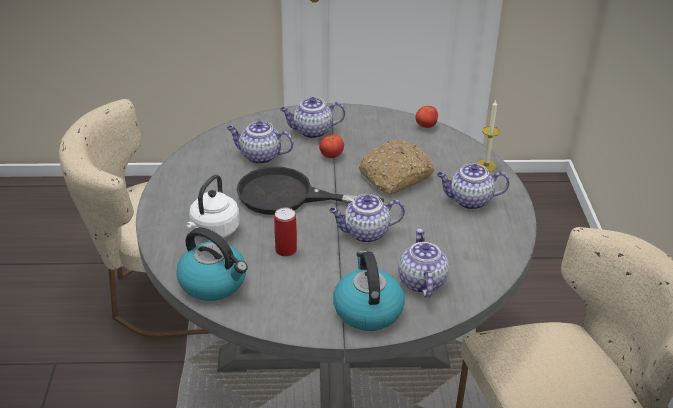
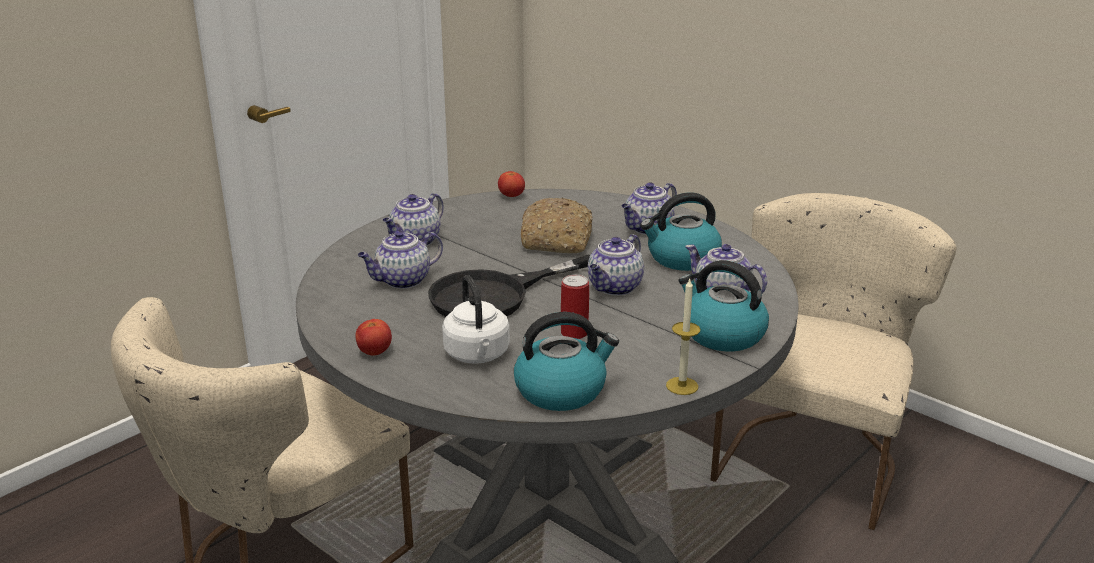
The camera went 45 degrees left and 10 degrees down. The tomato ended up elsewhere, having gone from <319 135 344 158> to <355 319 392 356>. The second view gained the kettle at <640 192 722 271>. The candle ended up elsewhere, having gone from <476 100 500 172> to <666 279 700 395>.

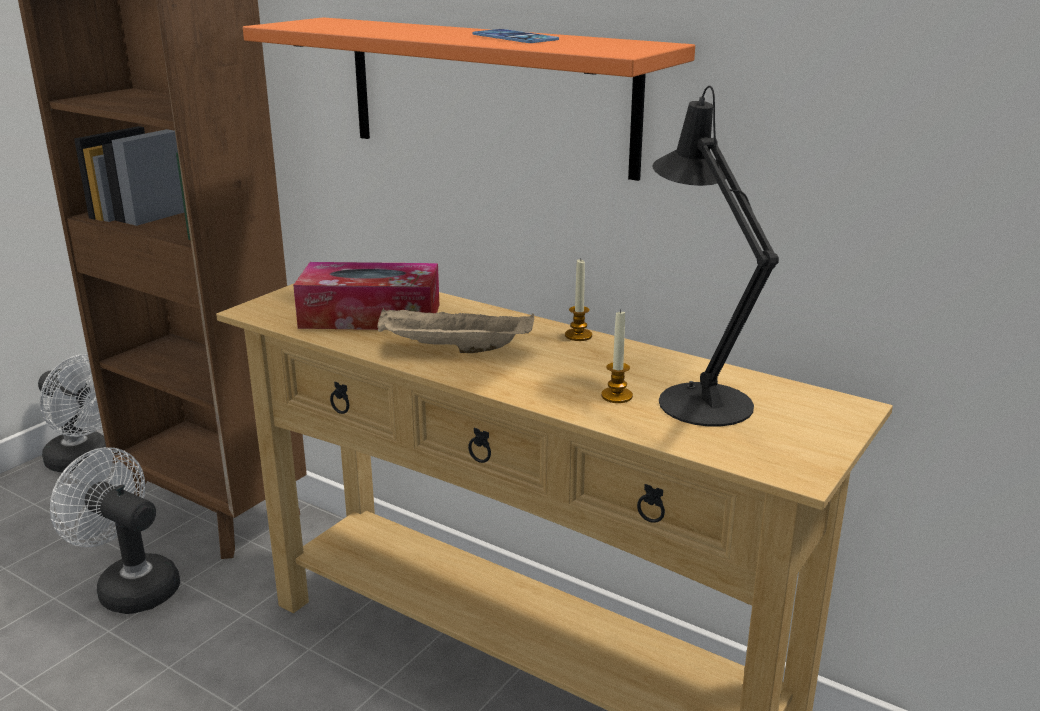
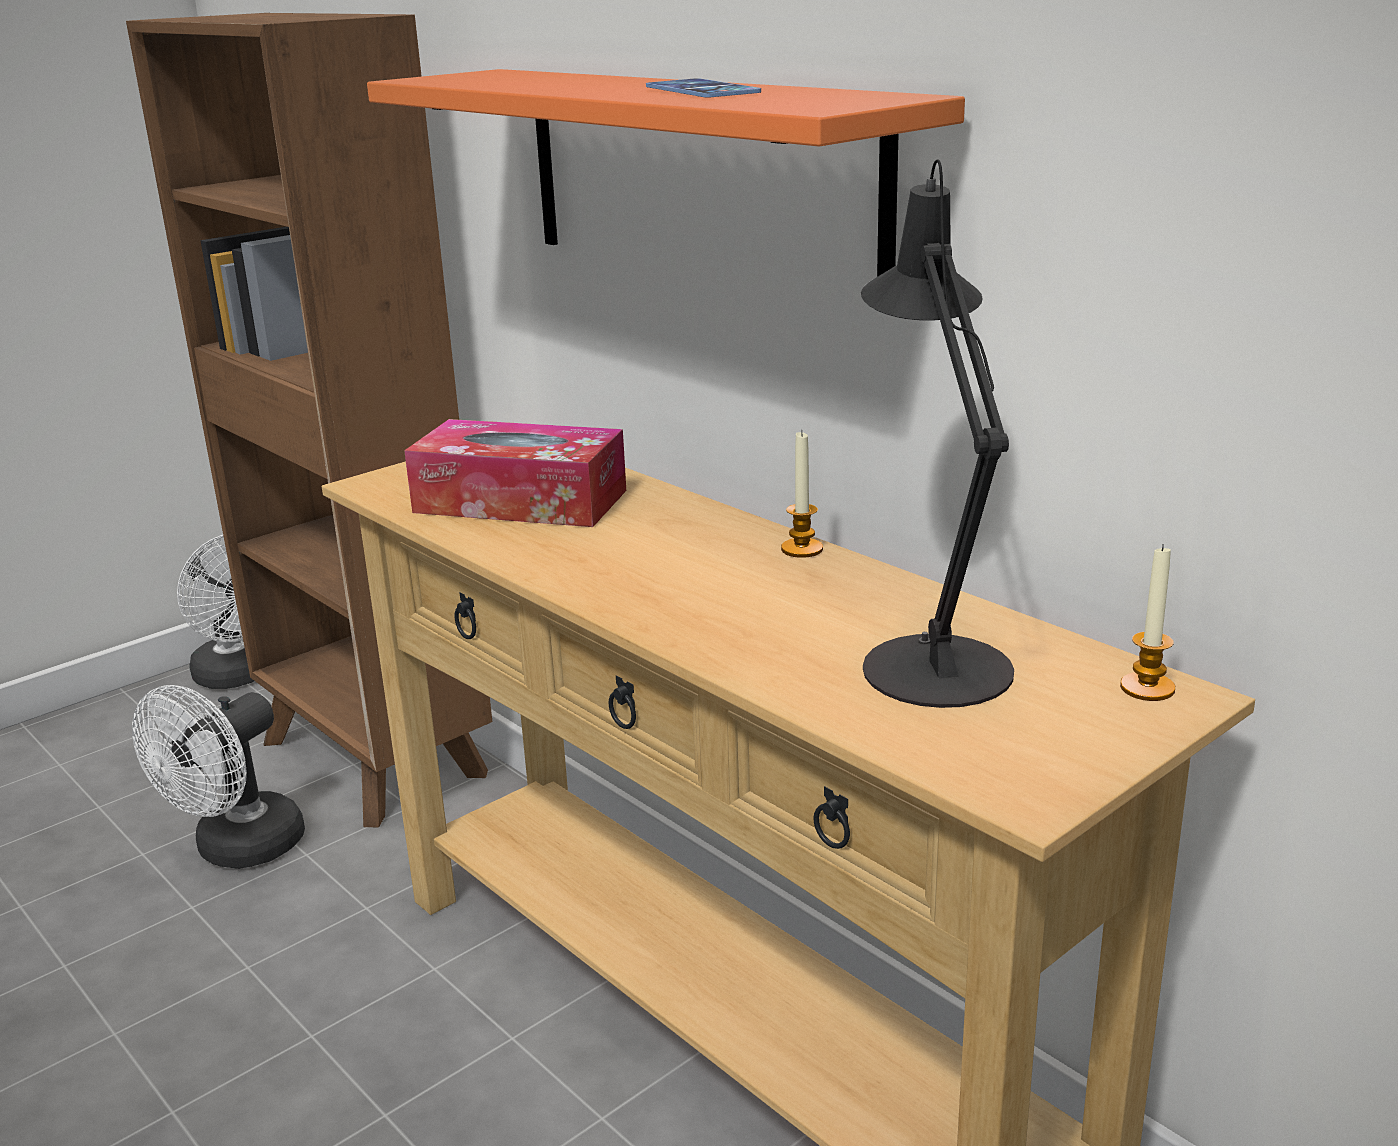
The camera went 15 degrees right and 0 degrees up. The white fan at <50 447 180 614> ended up facing another way, 105 degrees counterclockwise from before. The candle ended up elsewhere, having gone from <601 309 633 403> to <1120 544 1175 701>. The second view lost the beige tray at <377 308 534 353>.

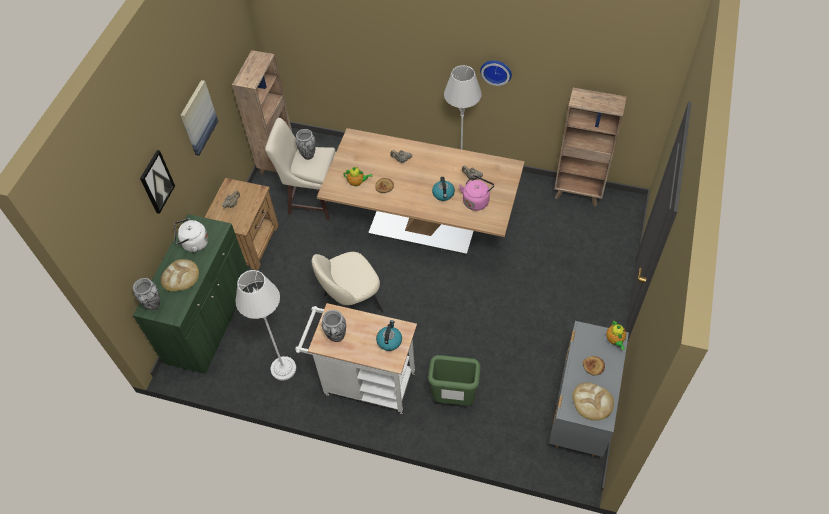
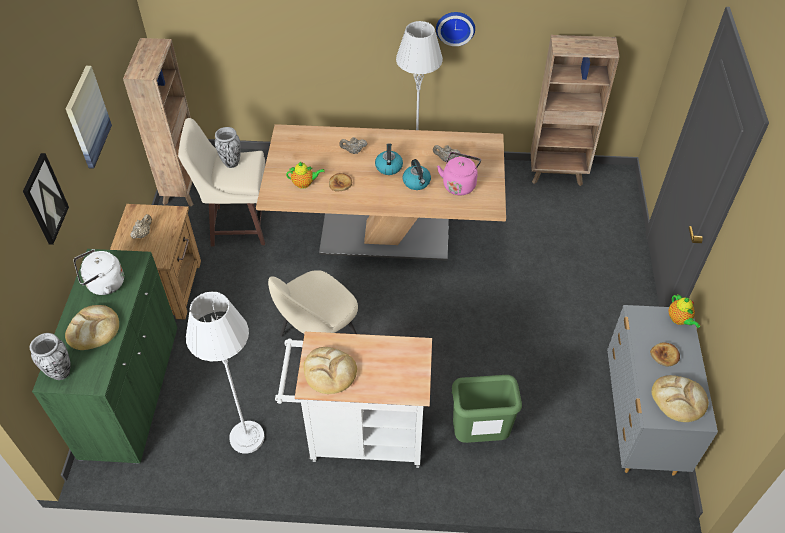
The camera went 15 degrees left and 5 degrees down. Where the vase stood at <322 310 346 342>, the bread came to stand at <304 347 357 394>. The kettle ended up elsewhere, having gone from <376 320 402 351> to <375 143 403 175>.

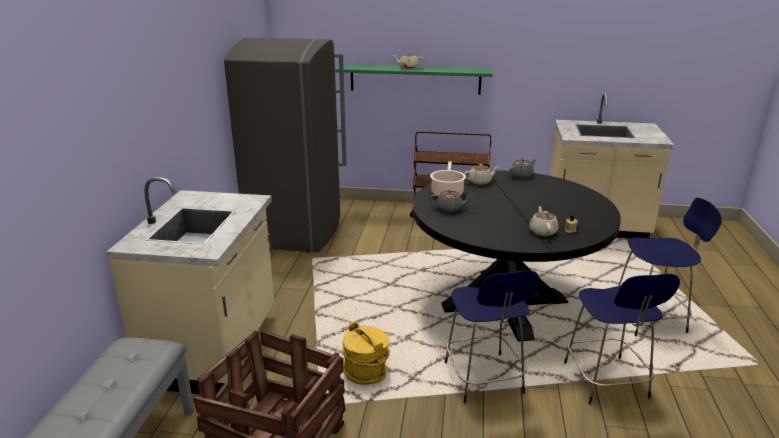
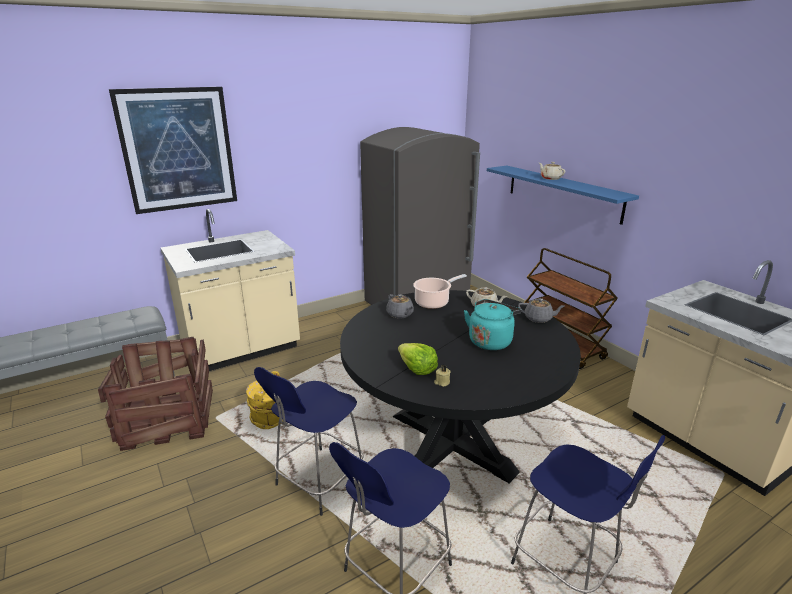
The camera went 50 degrees right and 0 degrees up. The second view gained the picture at <109 87 237 214>. Where the beige teapot stood at <529 206 558 236>, the lettuce came to stand at <398 343 438 375>. The second view gained the turquoise kettle at <464 299 522 350>. What was the green shelf at <335 64 492 95> turned into the blue shelf at <487 166 639 225>.

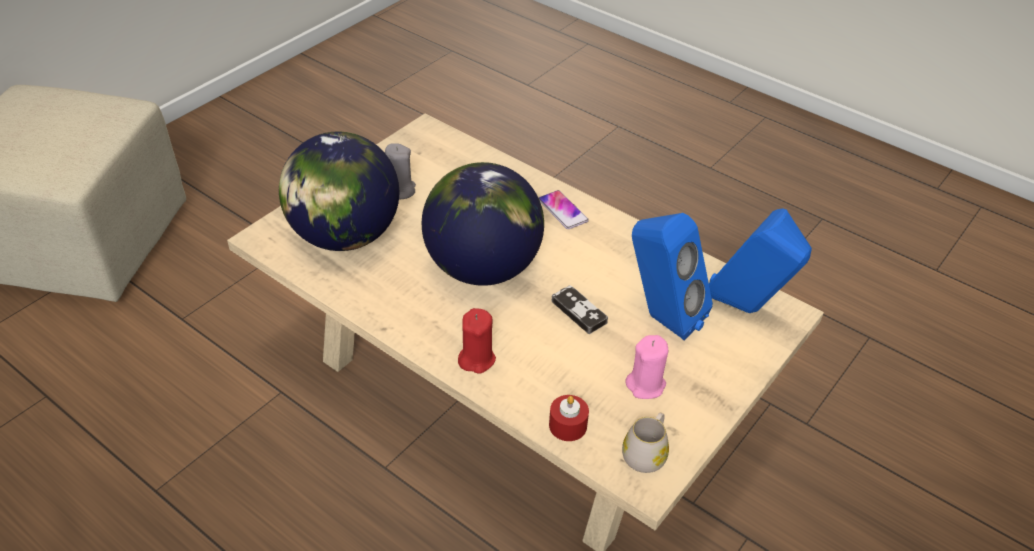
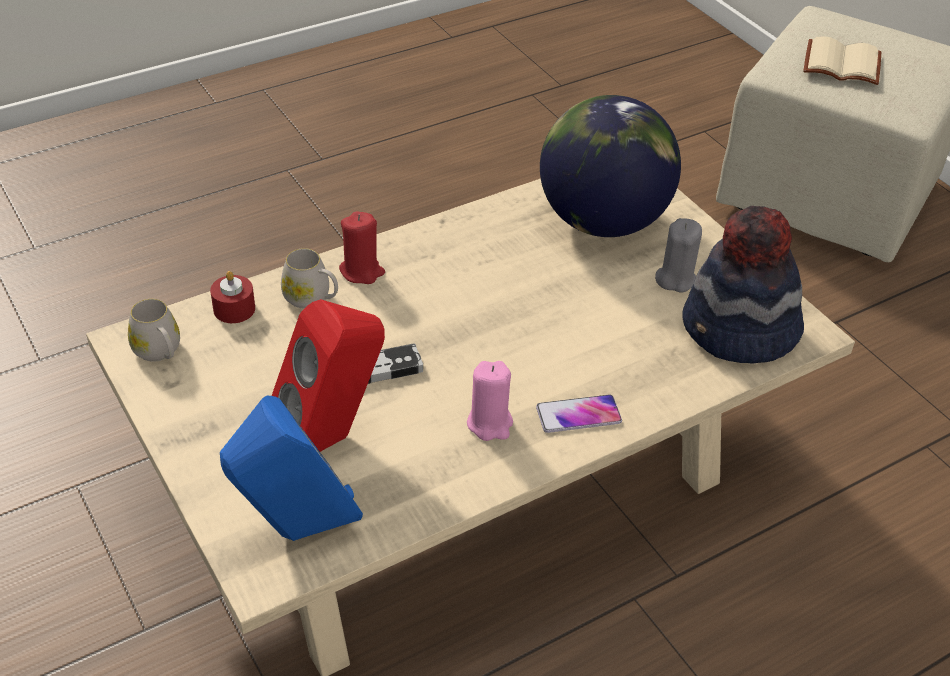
The camera went 110 degrees right and 0 degrees up. What was the blue speaker at <632 213 713 341> turned into the red speaker at <272 299 385 452>. The second view gained the white mug at <281 248 338 308>. The pink candle ended up elsewhere, having gone from <625 335 668 399> to <467 361 513 441>. The second view gained the hat at <682 206 804 364>. The second view gained the beige book at <803 37 881 85>. The second view lost the globe at <422 162 544 286>.

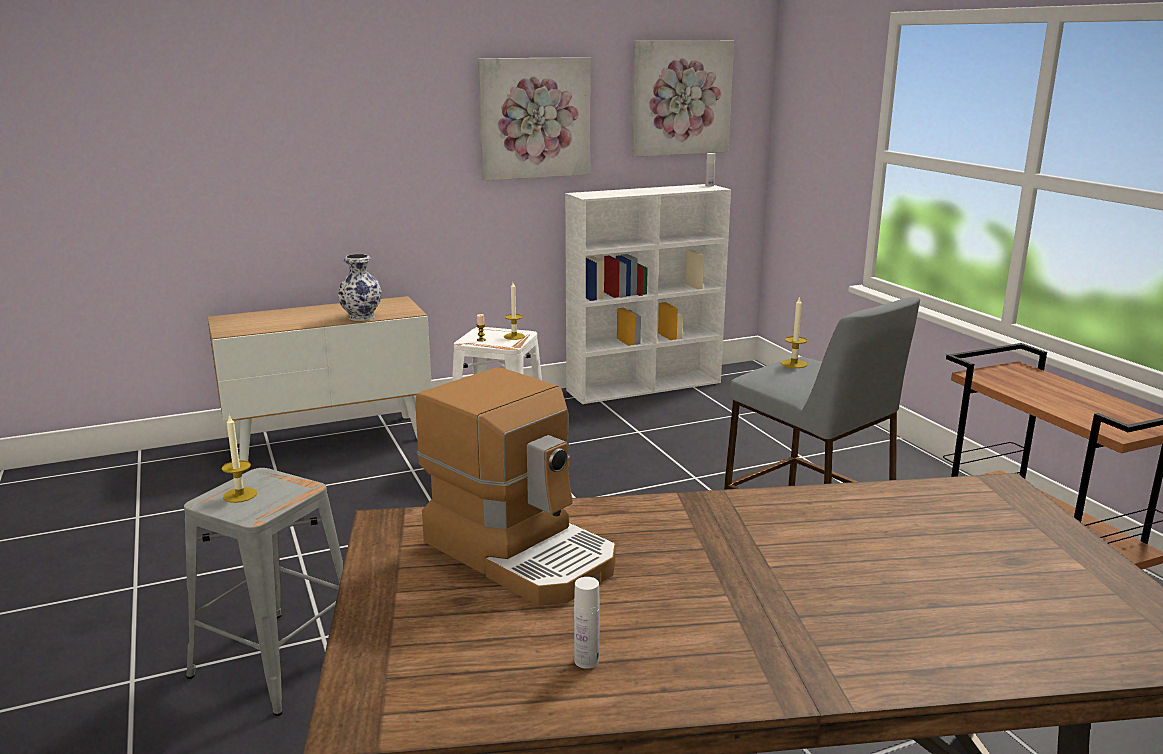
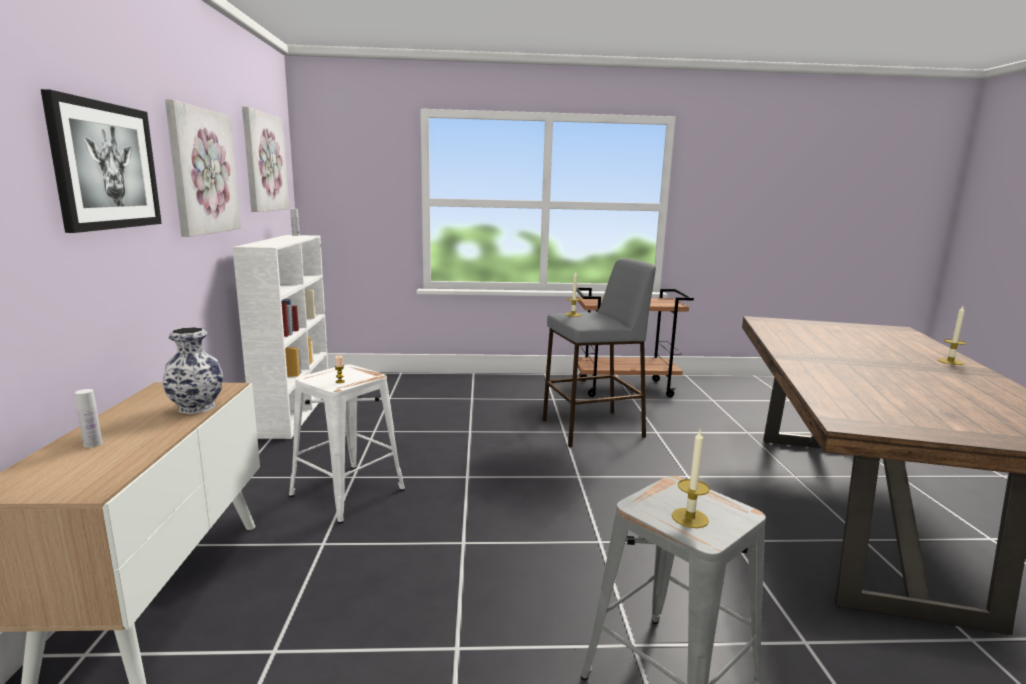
The camera went 70 degrees left and 5 degrees down. The second view gained the picture at <41 89 162 233>. The white bottle ended up elsewhere, having gone from <574 577 600 669> to <75 389 102 448>. The candle ended up elsewhere, having gone from <504 282 525 340> to <937 306 966 365>. The second view lost the coffee machine at <415 367 616 606>.

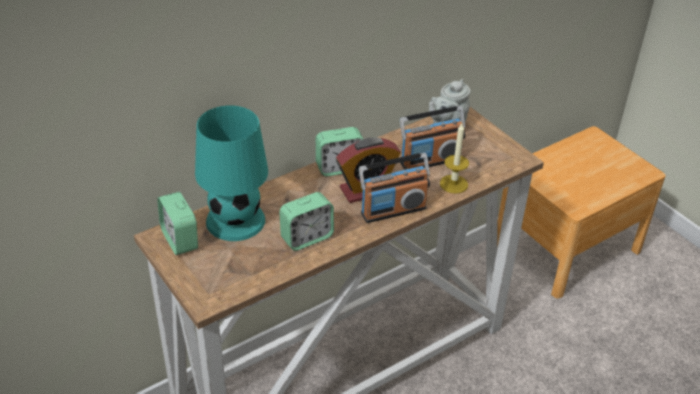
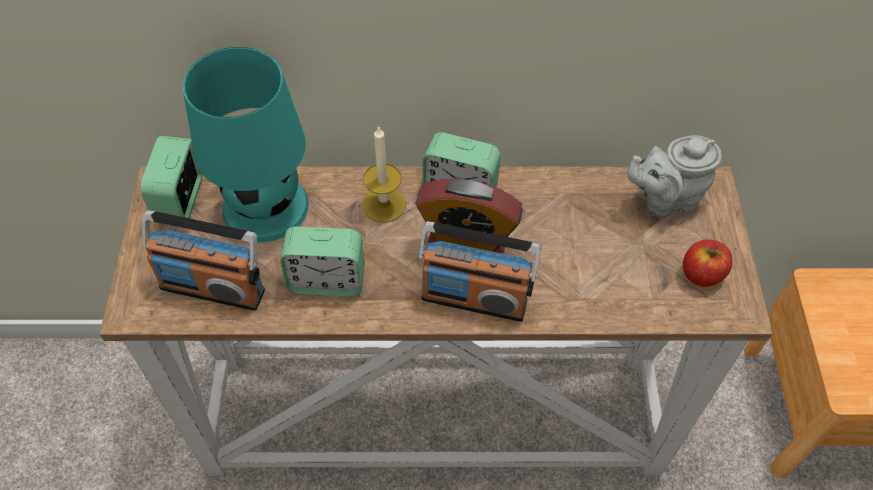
The camera went 35 degrees right and 15 degrees up. The radio ended up elsewhere, having gone from <400 106 465 170> to <142 210 265 311>. The candle ended up elsewhere, having gone from <440 123 469 194> to <363 126 406 223>. The second view gained the apple at <683 240 732 287>.

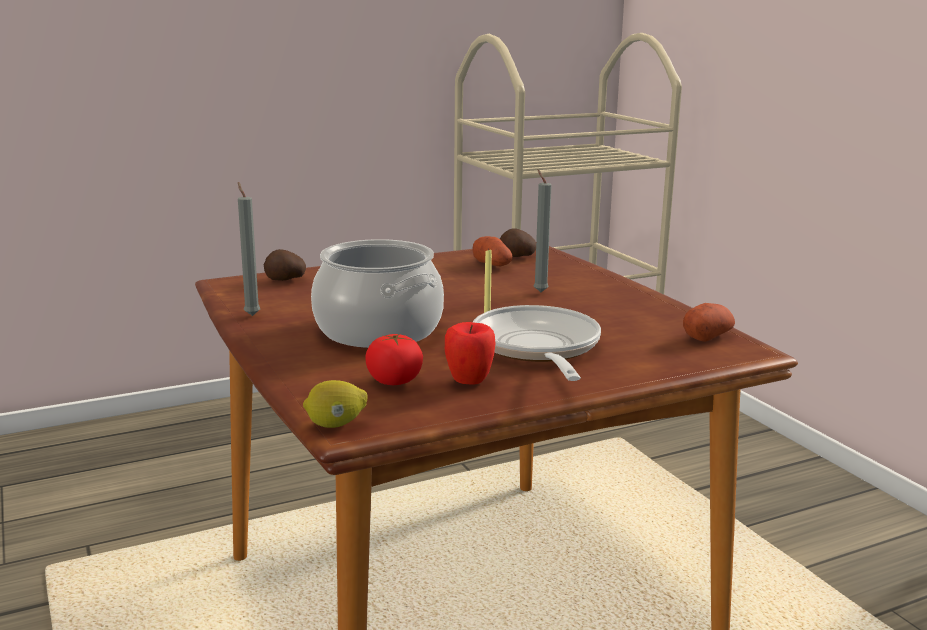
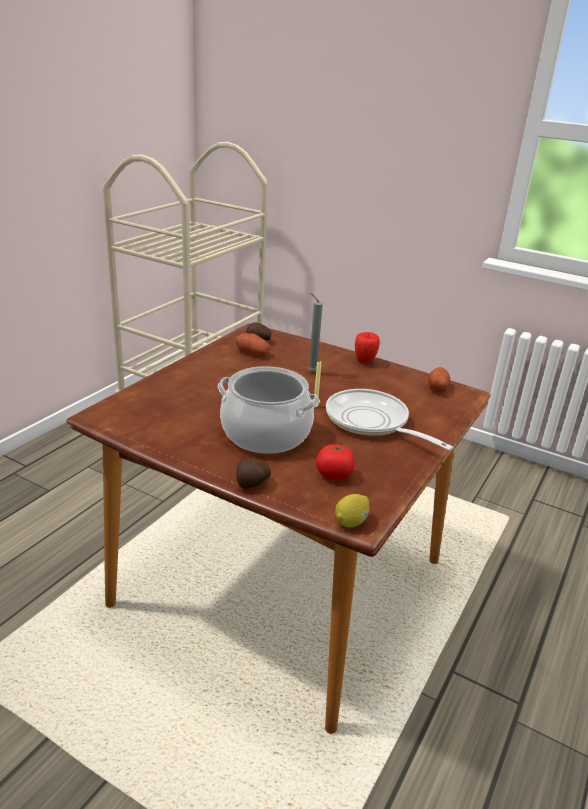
The camera went 35 degrees left and 10 degrees up. The potato ended up elsewhere, having gone from <264 249 306 281> to <236 458 271 489>. The apple ended up elsewhere, having gone from <445 322 495 385> to <355 332 380 363>. The second view lost the grey candle at <238 182 260 316>.

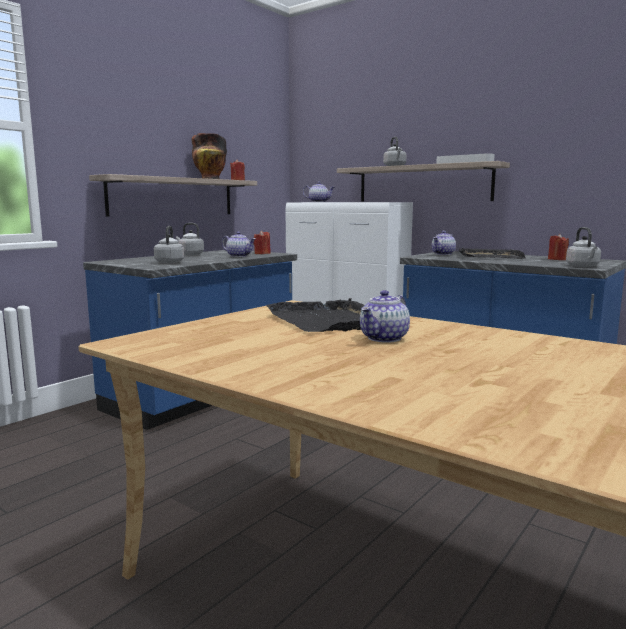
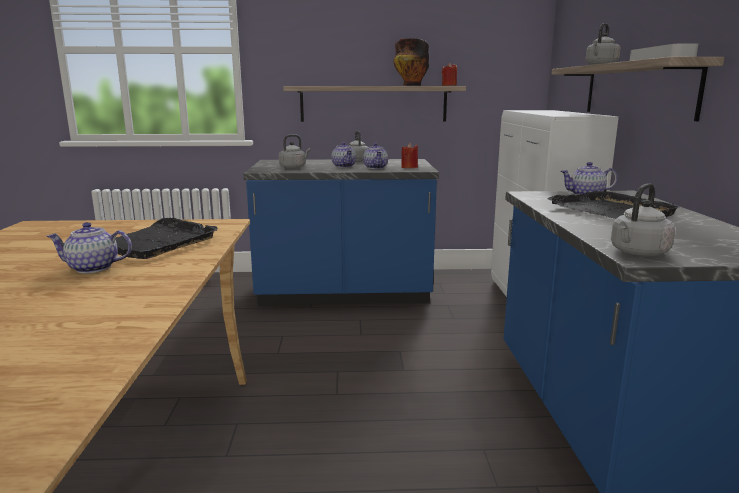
The camera went 50 degrees right and 5 degrees up. The teapot ended up elsewhere, having gone from <303 182 335 202> to <331 142 356 168>. The second view lost the red candle at <548 234 569 260>.

